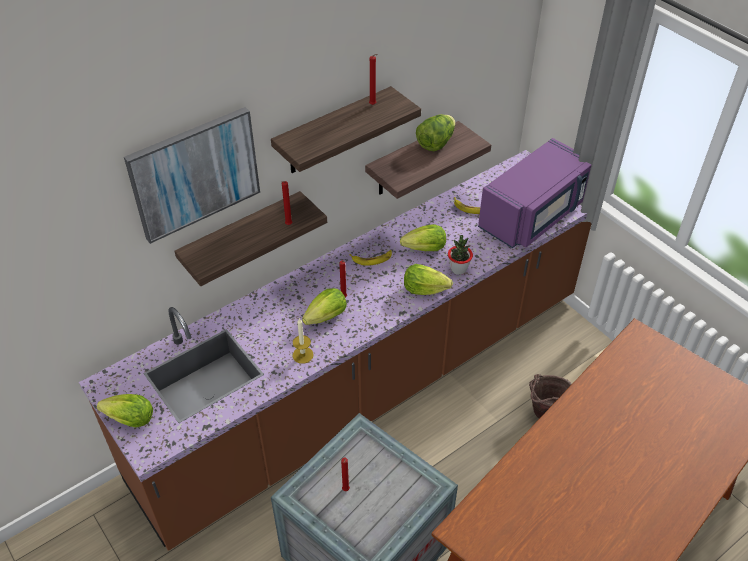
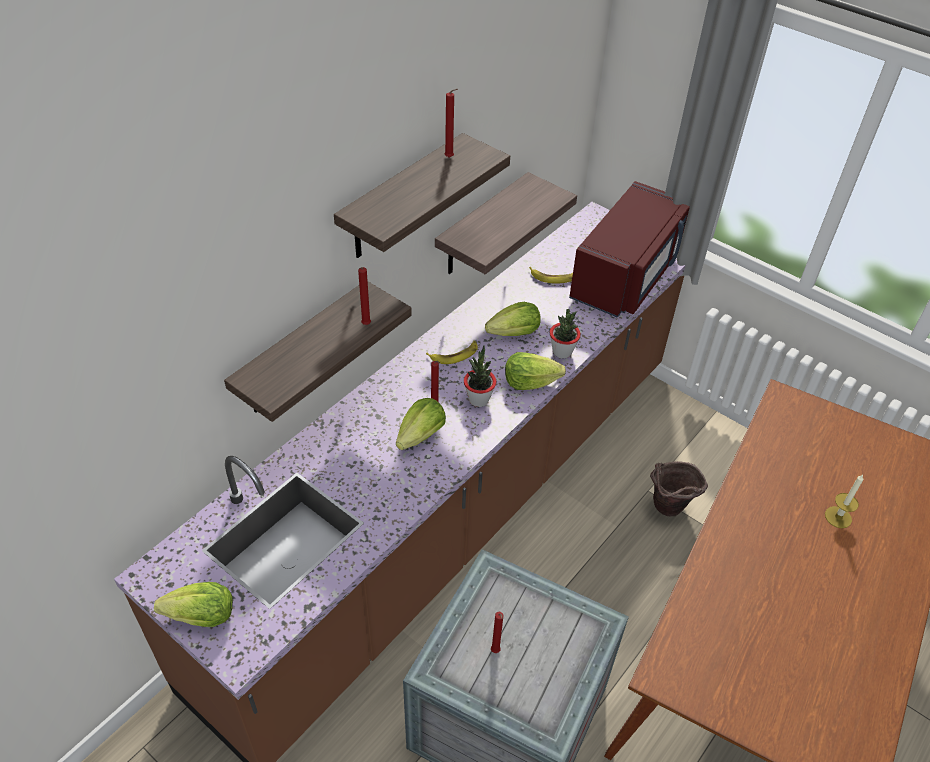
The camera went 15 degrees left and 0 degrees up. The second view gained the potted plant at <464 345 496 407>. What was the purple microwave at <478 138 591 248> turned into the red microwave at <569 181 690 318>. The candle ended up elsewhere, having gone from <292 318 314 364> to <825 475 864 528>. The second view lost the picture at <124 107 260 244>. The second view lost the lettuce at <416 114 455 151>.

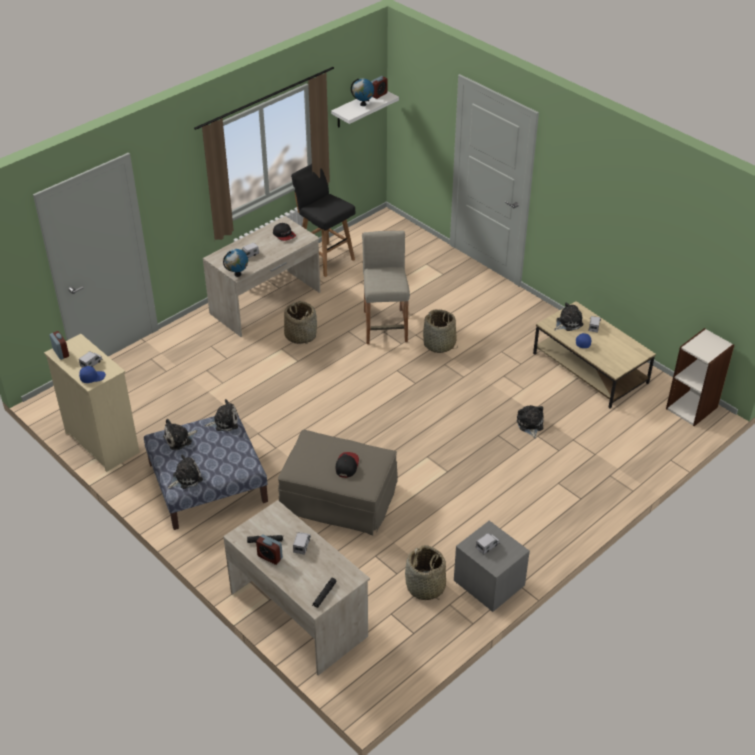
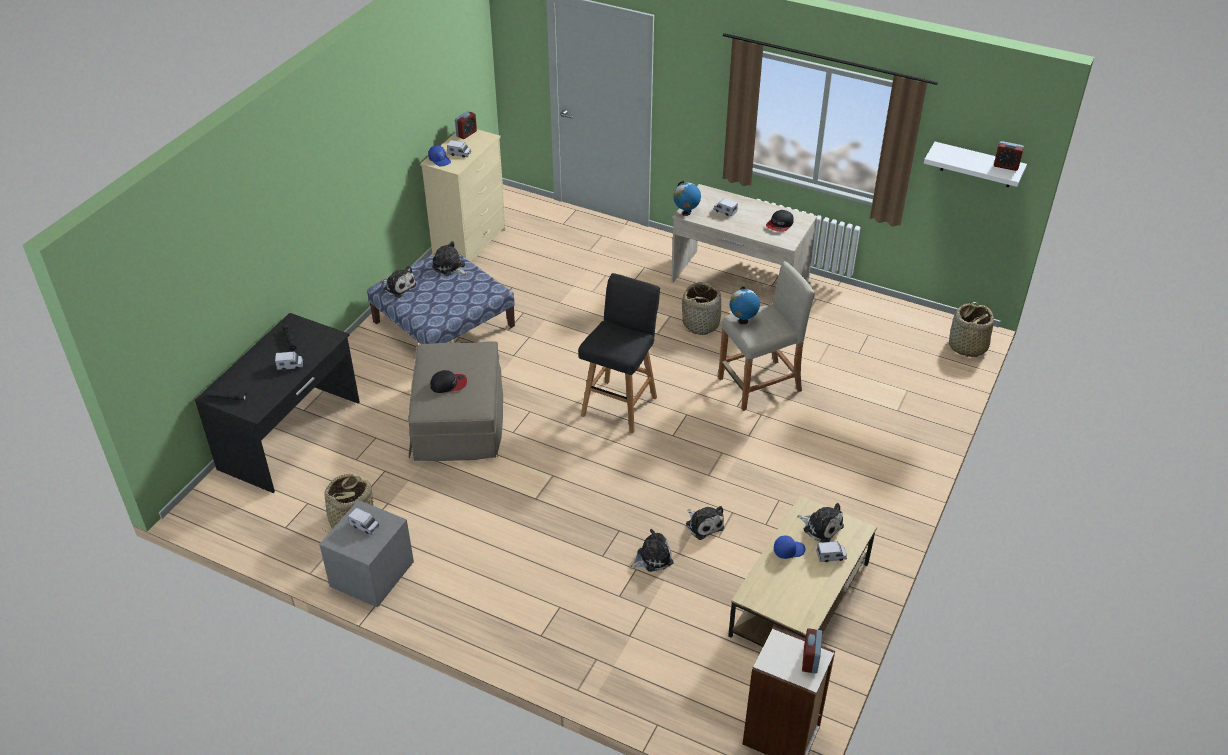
The camera went 70 degrees right and 0 degrees up. What was the beige desk at <223 500 370 676> turned into the black desk at <195 313 360 493>. The black stool ended up elsewhere, having gone from <291 164 355 277> to <578 273 660 434>. The plush toy ended up elsewhere, having gone from <205 399 238 431> to <686 506 724 540>. The globe ended up elsewhere, having gone from <351 79 374 106> to <730 287 760 324>. The alarm clock ended up elsewhere, having gone from <256 534 283 565> to <802 628 822 674>. The basket ended up elsewhere, having gone from <423 309 457 353> to <949 302 994 357>.

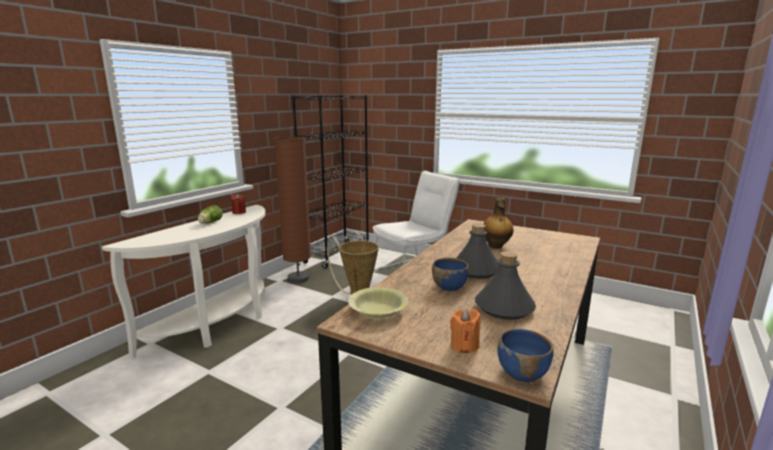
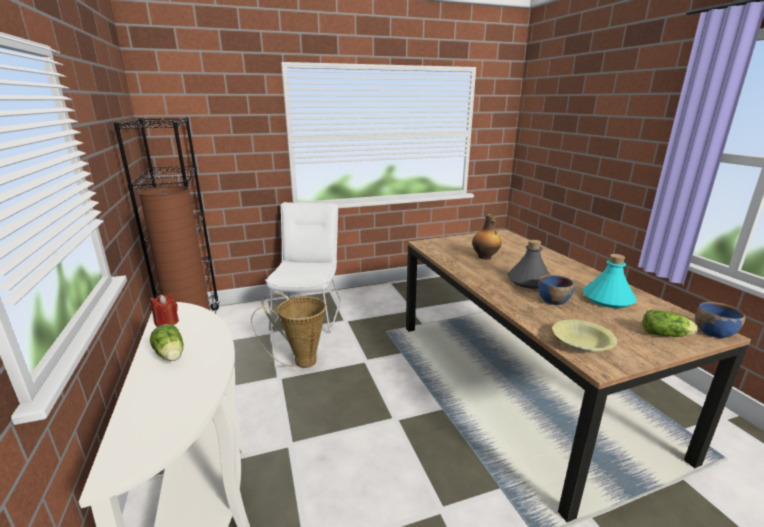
The camera went 50 degrees left and 5 degrees up. What was the grey bottle at <475 251 536 320> turned into the turquoise bottle at <583 254 636 308>. Where the orange candle stood at <450 309 481 353>, the lettuce came to stand at <643 310 697 337>.

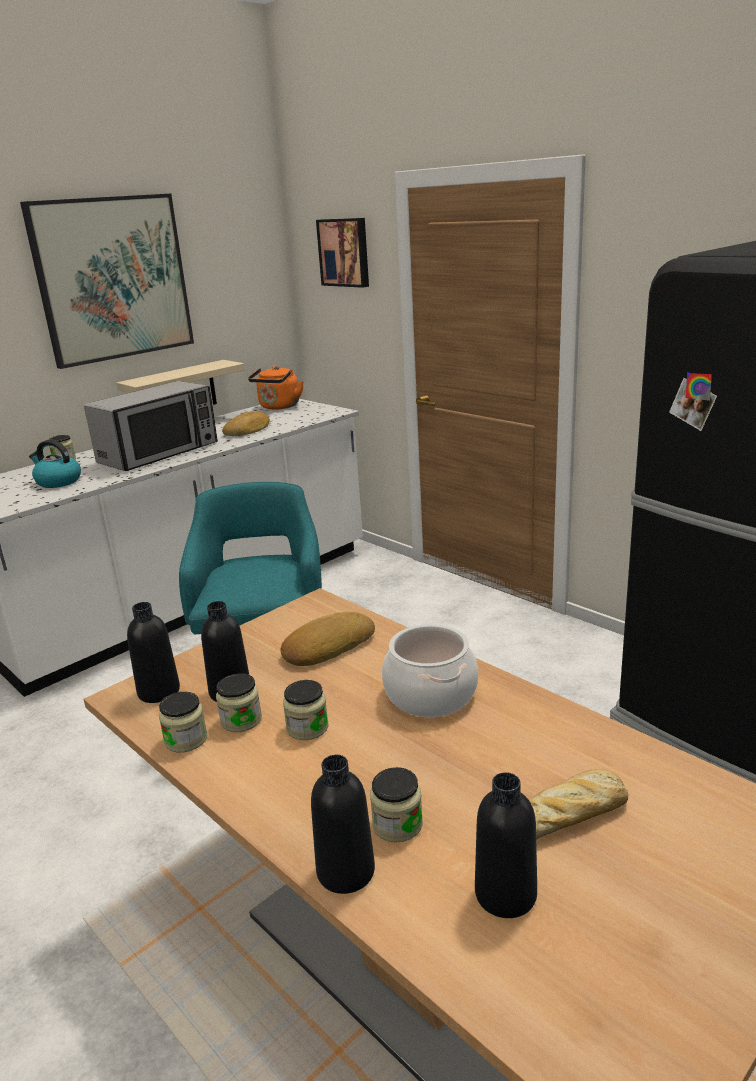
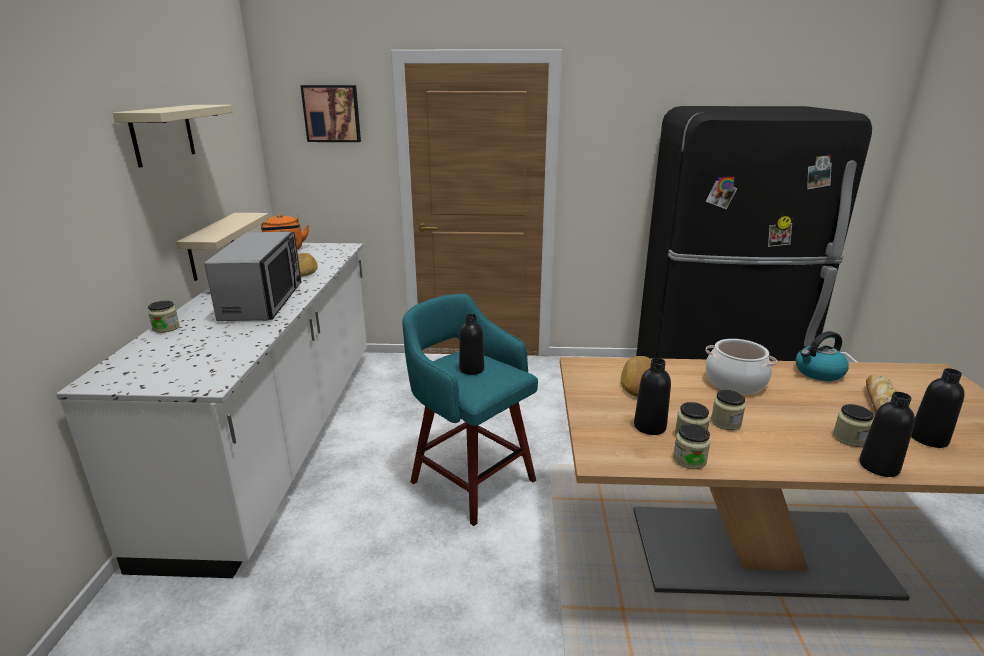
The camera went 45 degrees left and 0 degrees up. Where the picture hung at <20 194 194 369>, the beige shelf came to hang at <113 105 233 167>. The black bottle ended up elsewhere, having gone from <127 602 180 703> to <459 314 484 375>. The kettle ended up elsewhere, having gone from <29 440 81 488> to <796 331 849 381>.

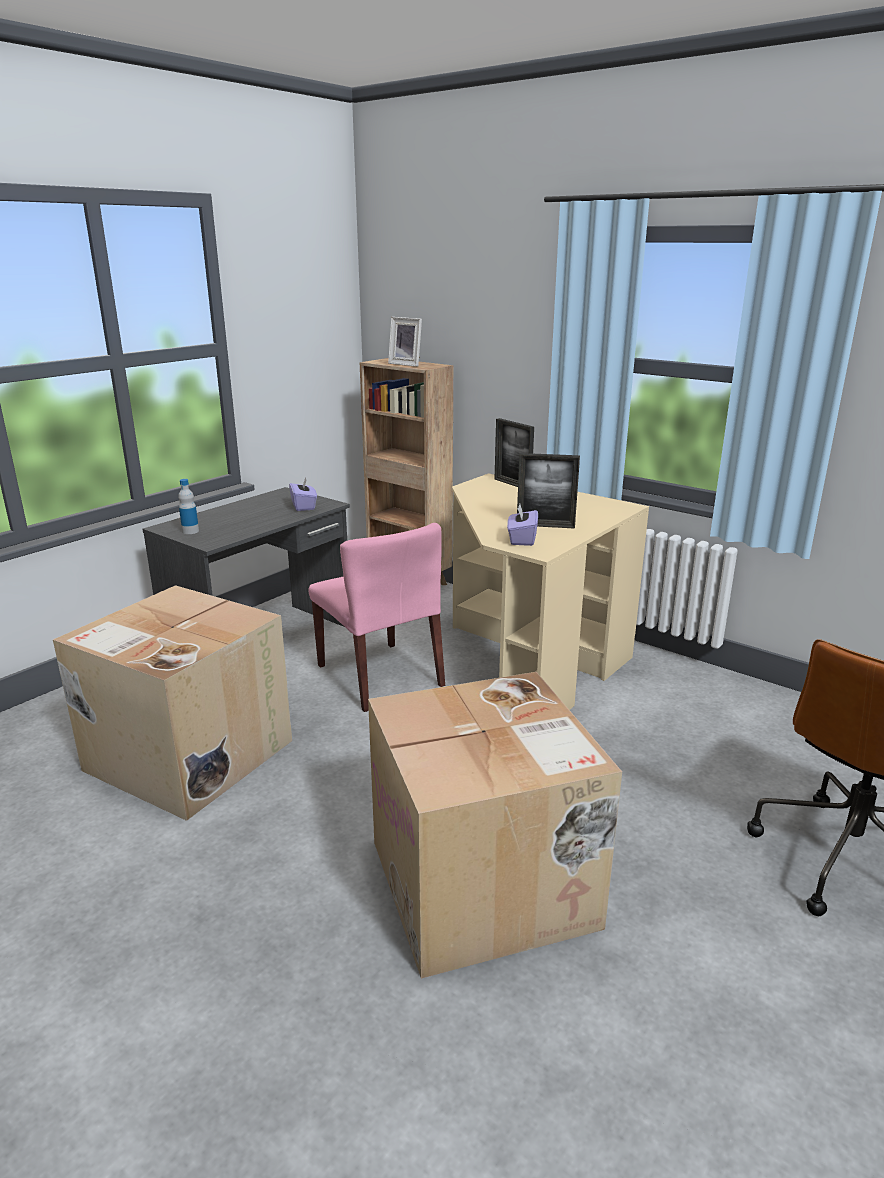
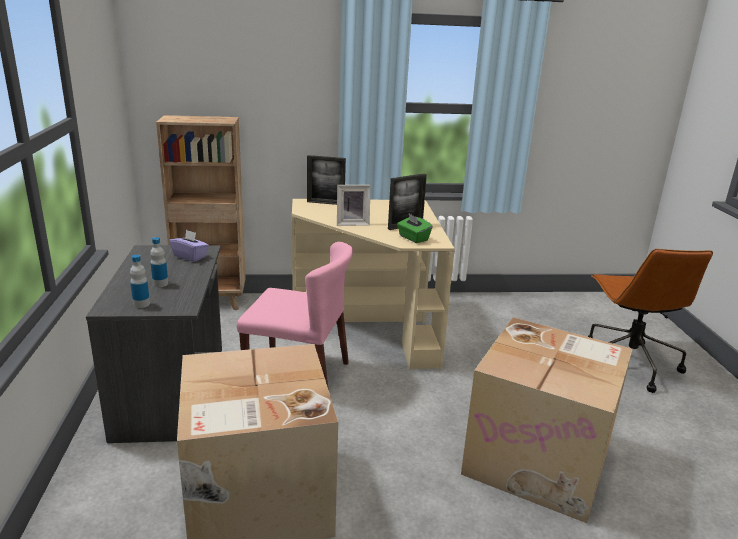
The camera went 45 degrees left and 0 degrees up. The second view gained the bottle at <150 237 168 287>. The picture frame ended up elsewhere, having gone from <388 317 422 367> to <337 185 371 226>. What was the purple tissue box at <507 504 538 546> turned into the green tissue box at <397 214 432 243>.

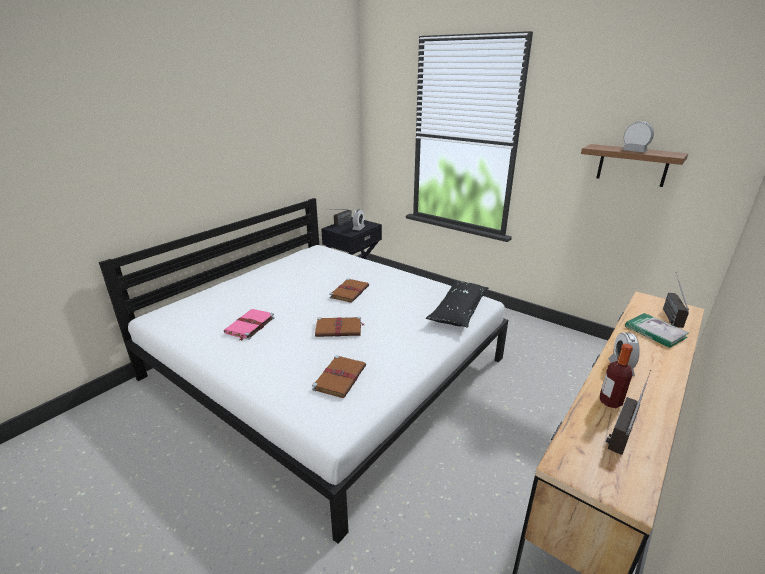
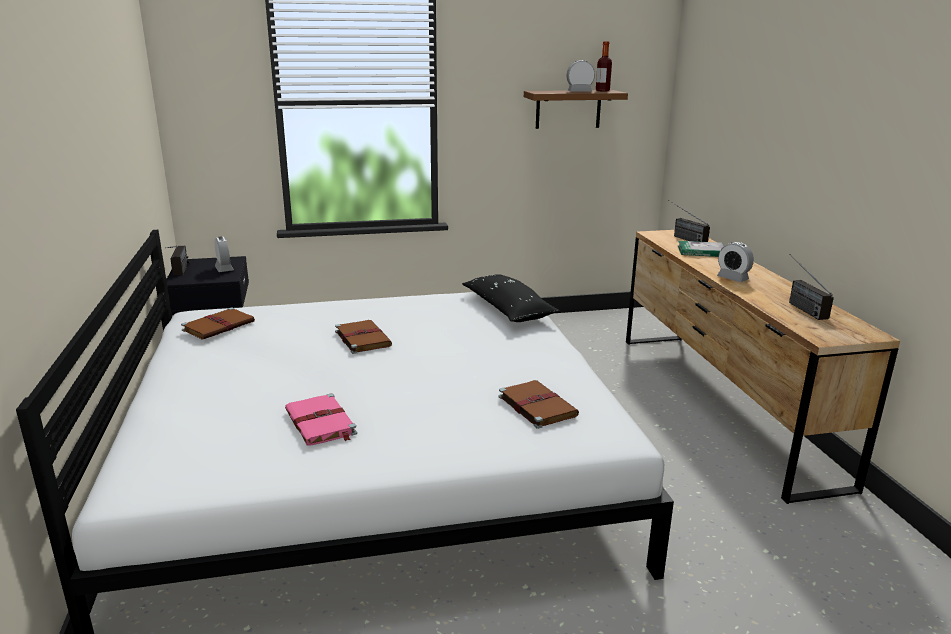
The camera went 50 degrees left and 5 degrees down. The brown book ended up elsewhere, having gone from <315 317 364 337> to <181 308 255 339>. The bottle ended up elsewhere, having gone from <599 343 633 408> to <596 41 612 92>.

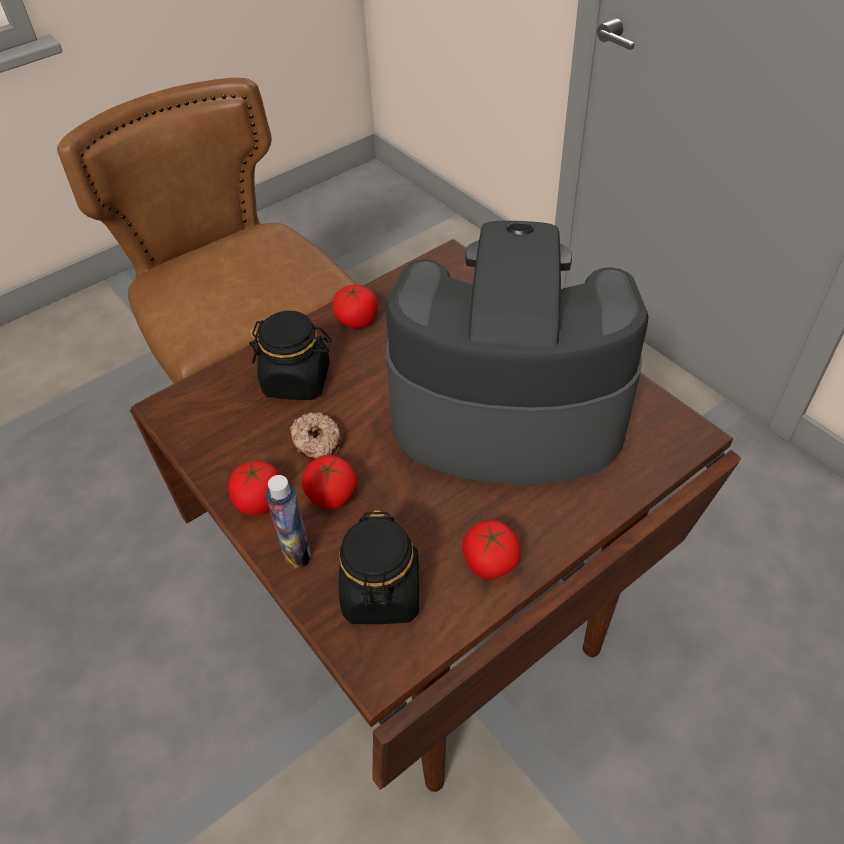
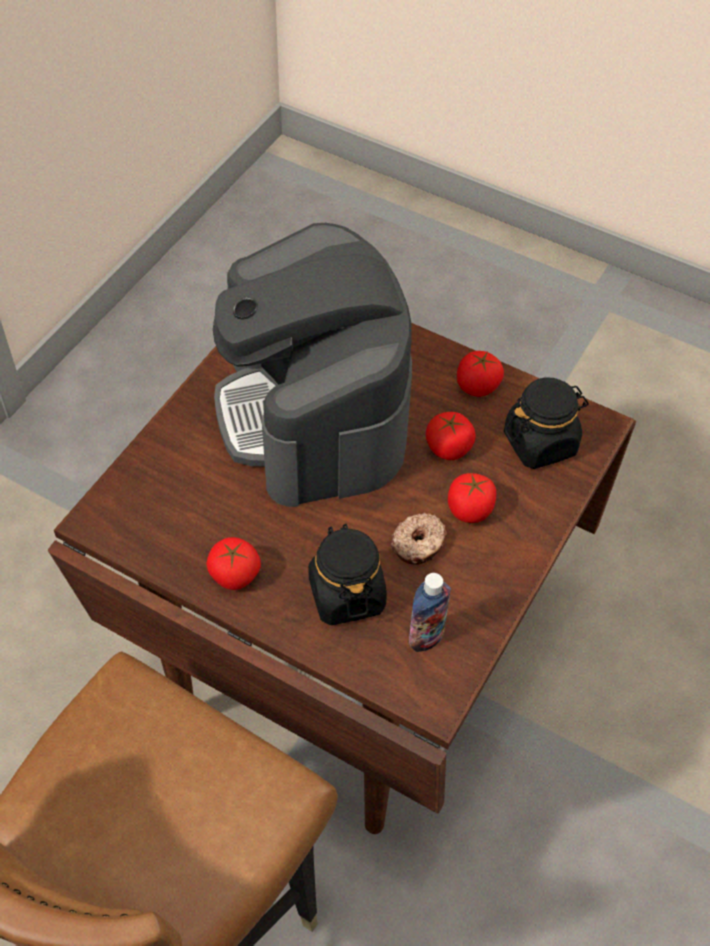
The camera went 115 degrees left and 5 degrees up. The bottle ended up elsewhere, having gone from <266 475 311 569> to <408 573 451 652>. The tomato ended up elsewhere, having gone from <228 461 280 515> to <426 412 476 460>.

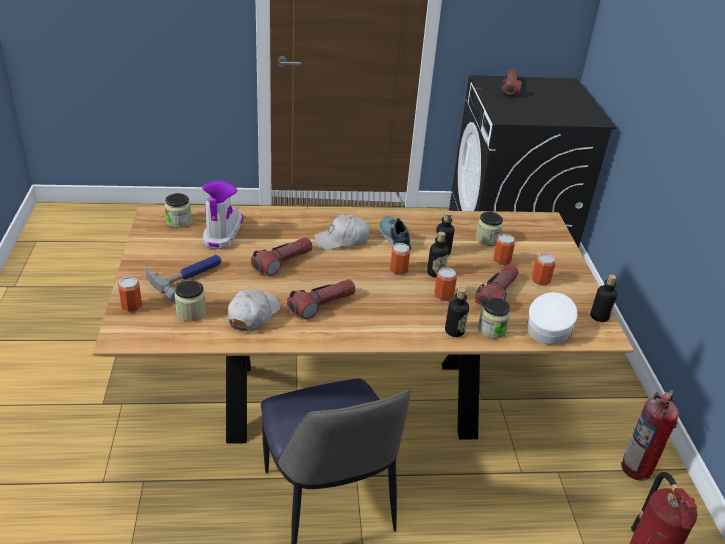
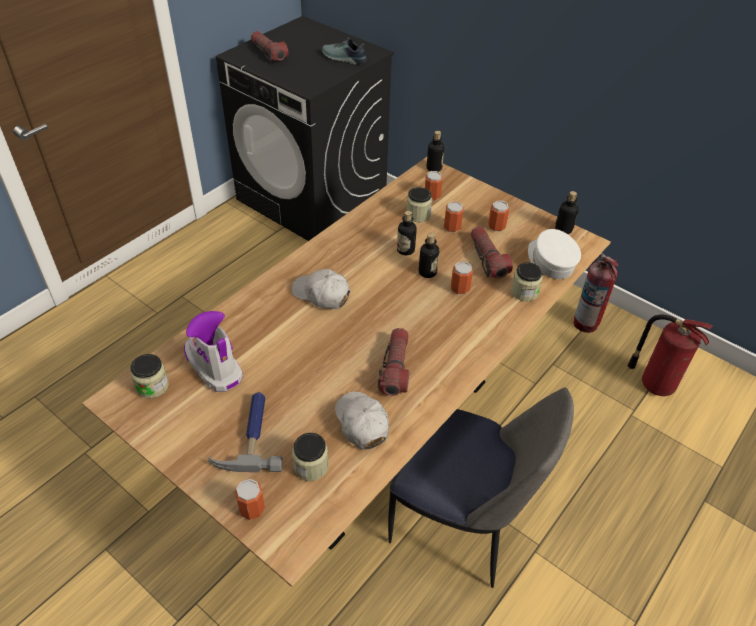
The camera went 45 degrees left and 10 degrees up. The white cap at <314 215 370 250> ended up facing another way, 90 degrees clockwise from before. The shoe ended up elsewhere, having gone from <379 216 411 250> to <322 37 367 65>. The can ended up elsewhere, having gone from <390 243 410 276> to <425 171 442 201>. The bottle ended up elsewhere, having gone from <445 287 469 337> to <427 131 444 172>. The second view lost the flashlight at <251 237 313 276>.

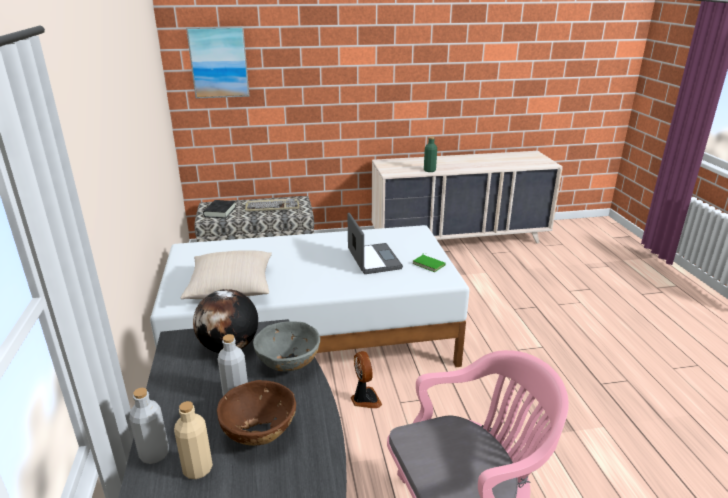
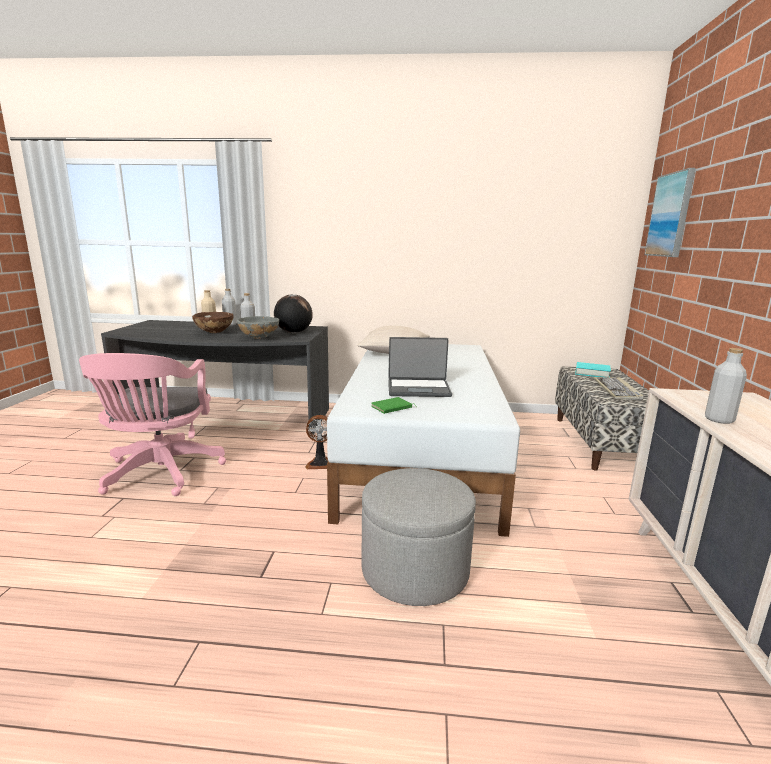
The camera went 105 degrees right and 10 degrees down. The second view gained the grey ottoman at <362 468 476 606>. What was the black book at <203 200 236 218> turned into the turquoise book at <575 362 611 377>. What was the green bottle at <424 136 437 172> turned into the grey bottle at <705 348 747 424>.

